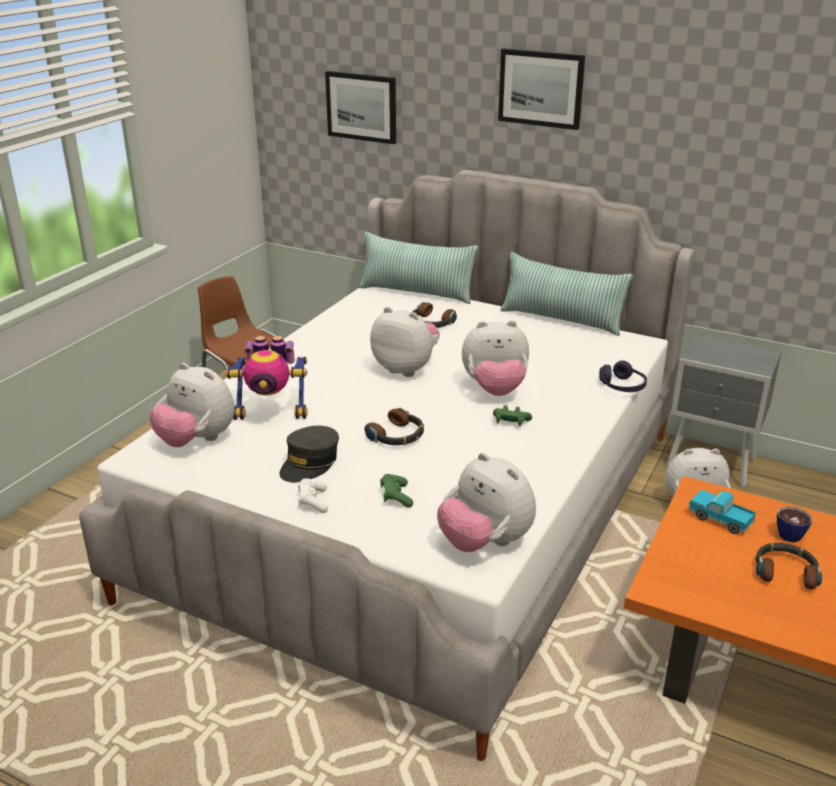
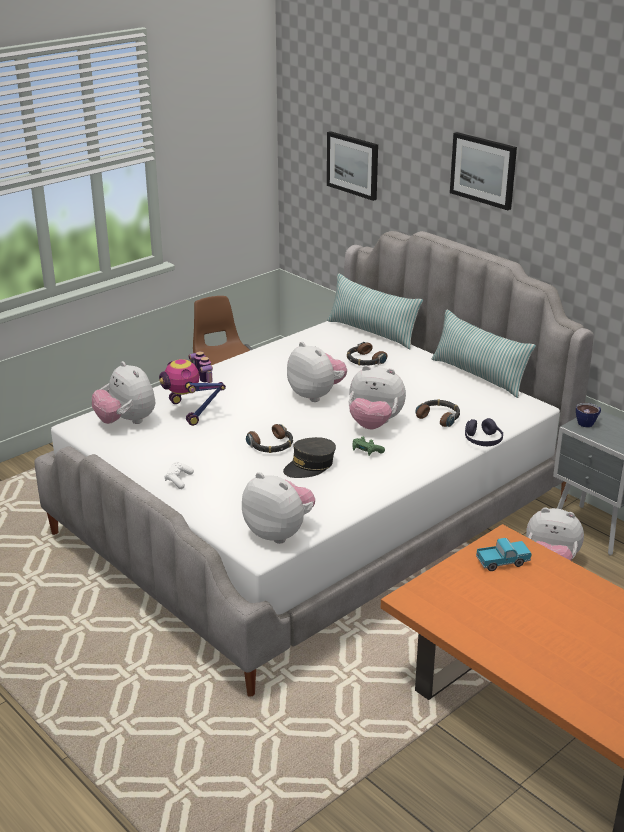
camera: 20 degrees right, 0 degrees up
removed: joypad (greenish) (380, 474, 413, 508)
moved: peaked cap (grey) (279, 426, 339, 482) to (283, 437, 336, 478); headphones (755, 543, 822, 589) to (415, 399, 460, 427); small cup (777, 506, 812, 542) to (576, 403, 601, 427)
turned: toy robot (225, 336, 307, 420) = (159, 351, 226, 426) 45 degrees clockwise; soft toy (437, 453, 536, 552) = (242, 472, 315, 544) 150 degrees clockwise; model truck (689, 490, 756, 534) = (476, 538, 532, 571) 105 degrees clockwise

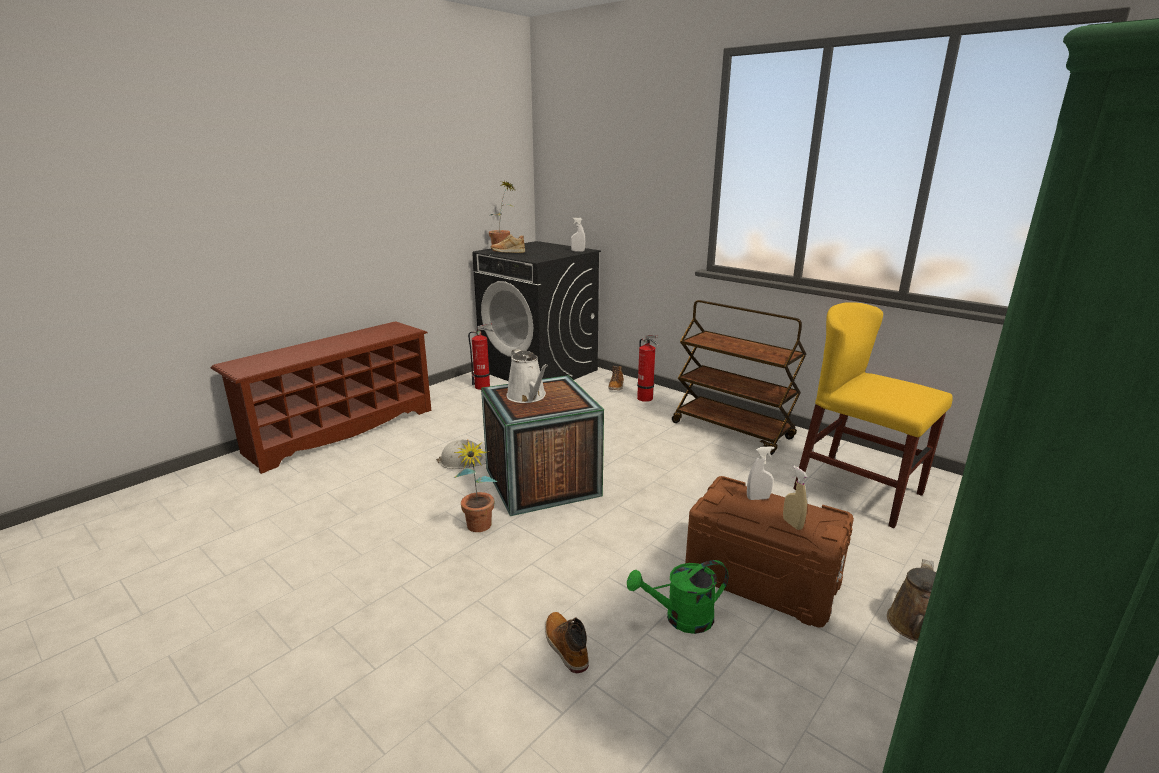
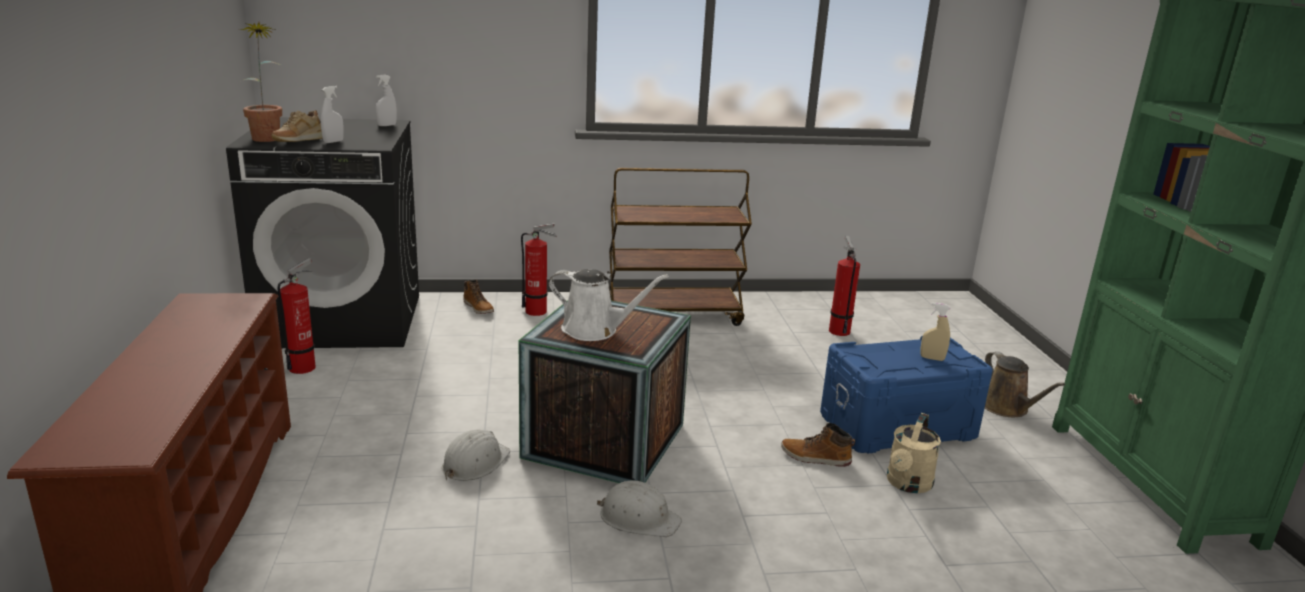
camera: 50 degrees left, 0 degrees up
moved: sprayer (white-coloured) (747, 446, 775, 500) to (321, 86, 344, 143); boot (545, 612, 589, 673) to (781, 423, 855, 467)
replaced: potted plant (453, 439, 497, 532) to safety helmet (white-coloured) (597, 480, 682, 537); plain chair (yellow) (793, 302, 953, 528) to fire extinguisher (829, 236, 860, 336)
recoloured: storage container (brown-coloured) (685, 476, 854, 627) to storage container (bluish) (820, 336, 993, 454); watering pot (greenish) (627, 560, 729, 634) to watering pot (beige) (887, 413, 941, 493)

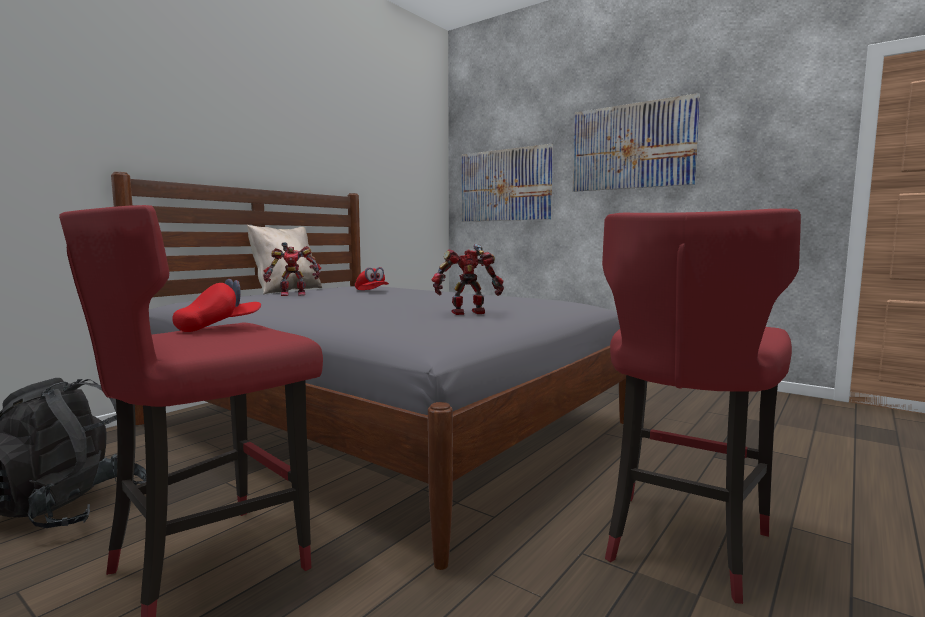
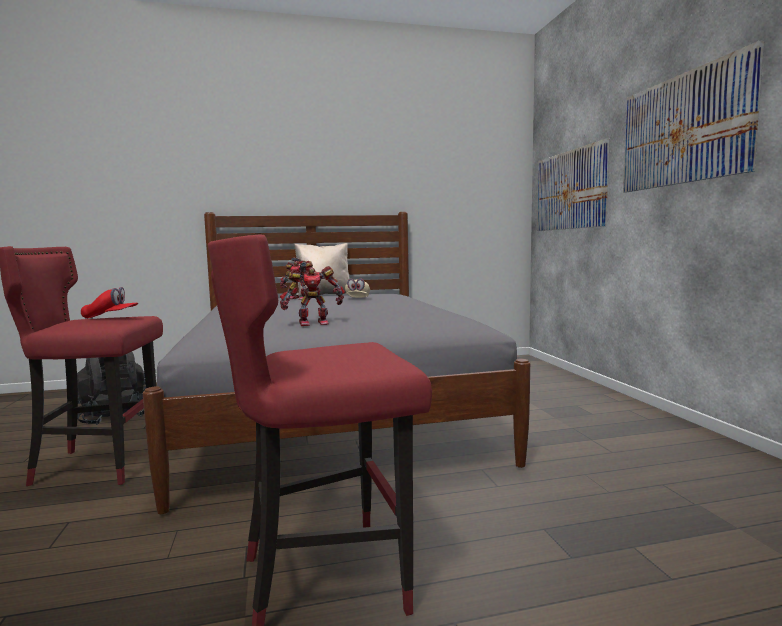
camera: 40 degrees right, 0 degrees up
recoloured: peaked cap (reddish) (355, 267, 389, 290) to peaked cap (beige) (345, 278, 370, 298)
turned: toy robot (432, 244, 504, 315) = (280, 262, 345, 326) 135 degrees clockwise

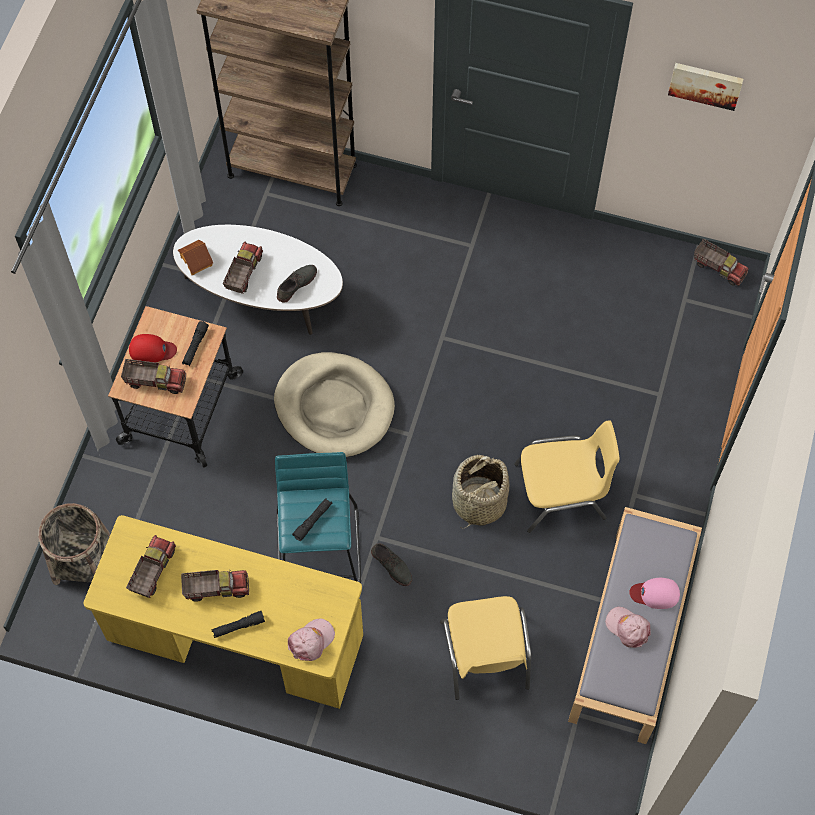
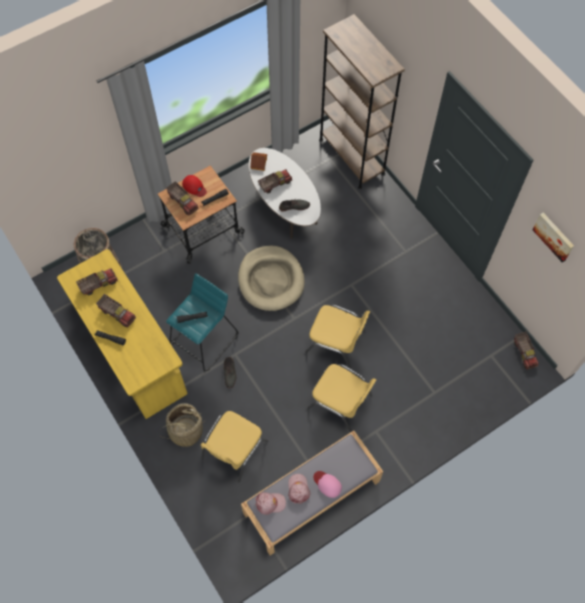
camera: 40 degrees right, 0 degrees up
added: plain chair (yellow) (305, 305, 370, 368)
moved: household basket (452, 455, 509, 529) to (159, 403, 206, 447); peaked cap (pink-coloured) (288, 619, 335, 661) to (255, 492, 286, 515)

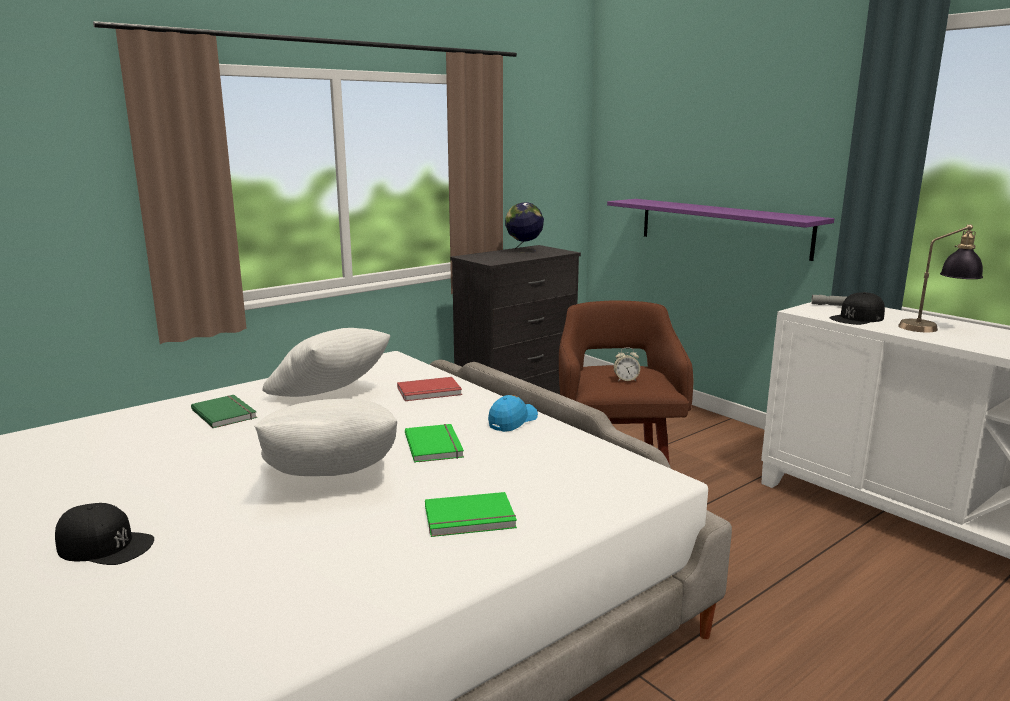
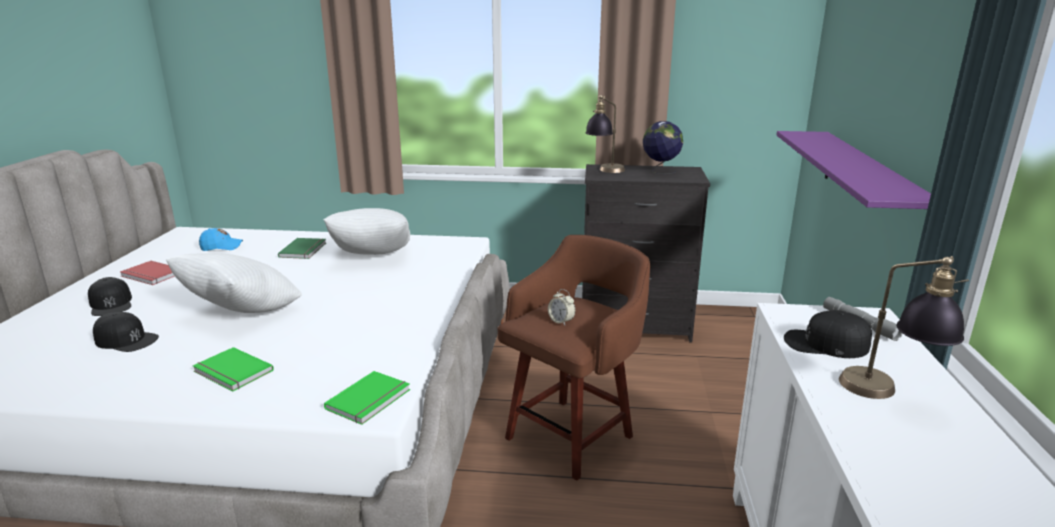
camera: 45 degrees right, 5 degrees up
added: peaked cap (black-coloured) (93, 312, 159, 352); tabletop lamp (585, 95, 625, 173)
moved: volume (reddish) (397, 377, 462, 401) to (120, 261, 175, 285); peaked cap (bluish) (488, 395, 538, 432) to (199, 228, 243, 251); volume (greenish) (405, 424, 464, 463) to (324, 371, 410, 425)

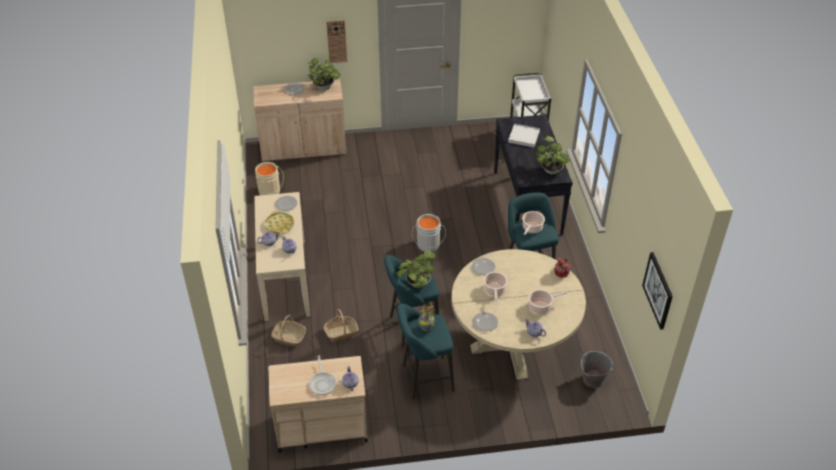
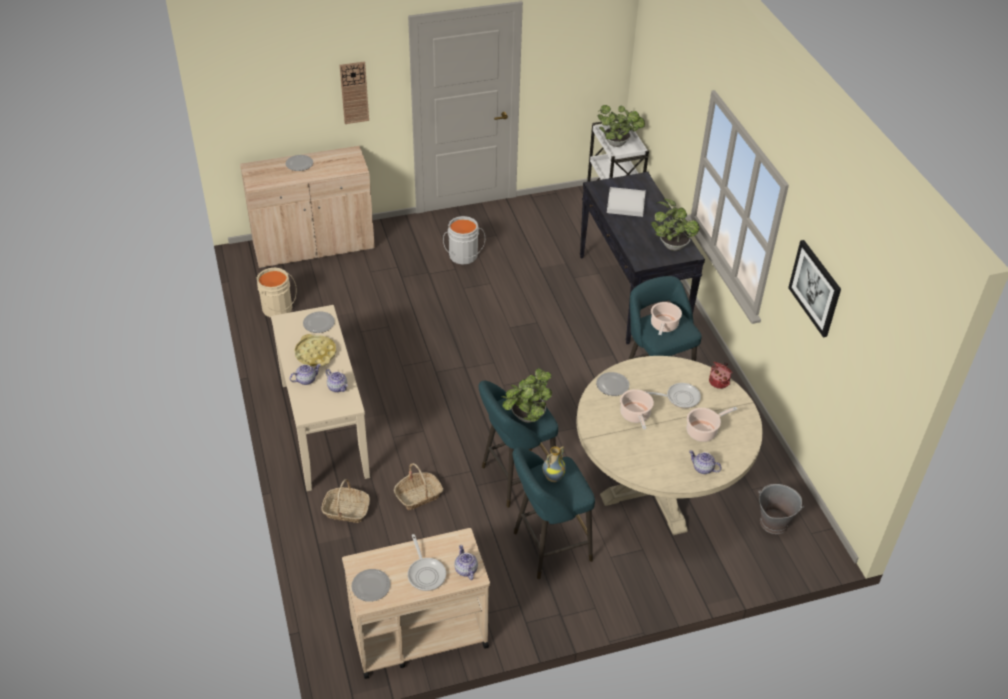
camera: 10 degrees left, 0 degrees up
added: frying pan (647, 383, 701, 408)
moved: dinner plate (473, 312, 498, 331) to (352, 569, 390, 602); water bucket (grey) (412, 214, 446, 252) to (443, 216, 485, 264); potted plant (308, 58, 341, 90) to (597, 105, 645, 147); wall picture (642, 252, 673, 330) to (788, 240, 841, 337)

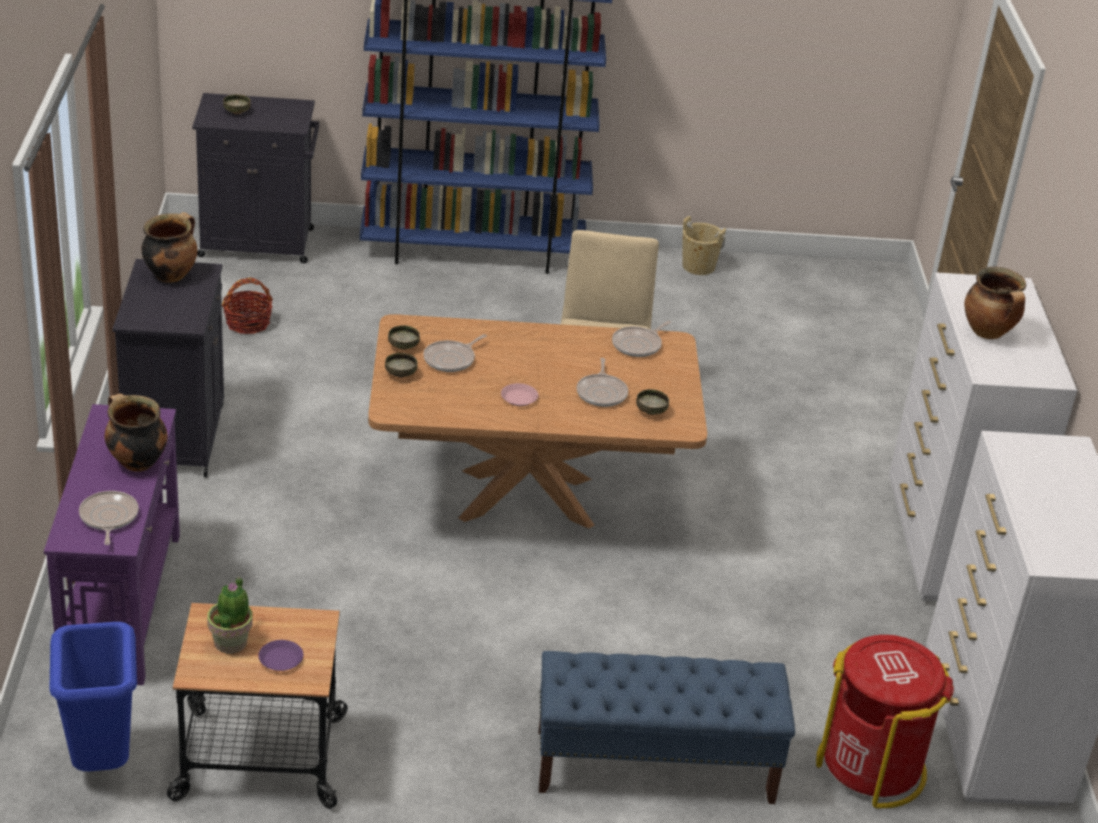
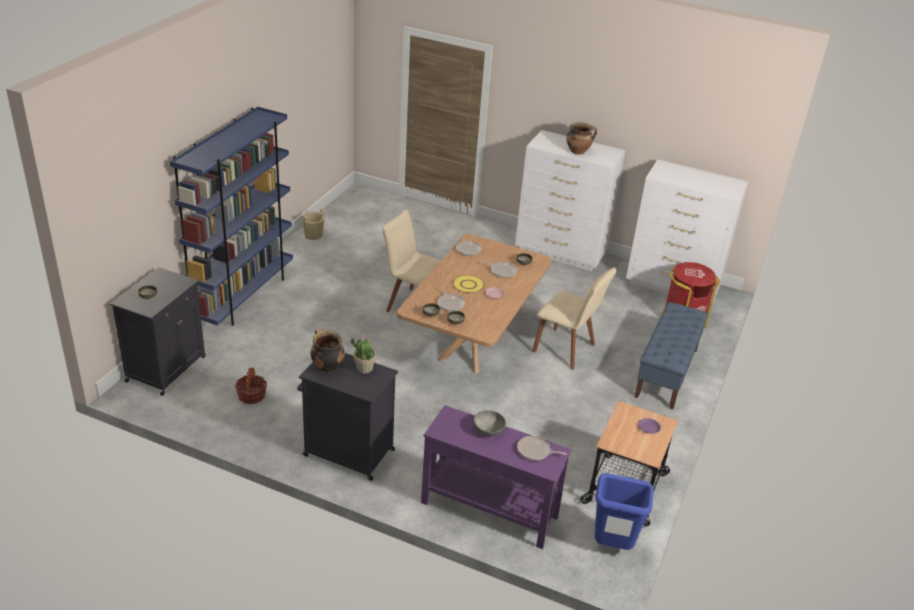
camera: 65 degrees left, 0 degrees up
added: dinner plate (yellow) (453, 275, 485, 293); plain chair (beige) (532, 267, 616, 370)
moved: potted plant (207, 577, 253, 653) to (351, 336, 376, 373)
replaced: stockpot (105, 393, 168, 472) to bowl (grey) (474, 410, 506, 436)

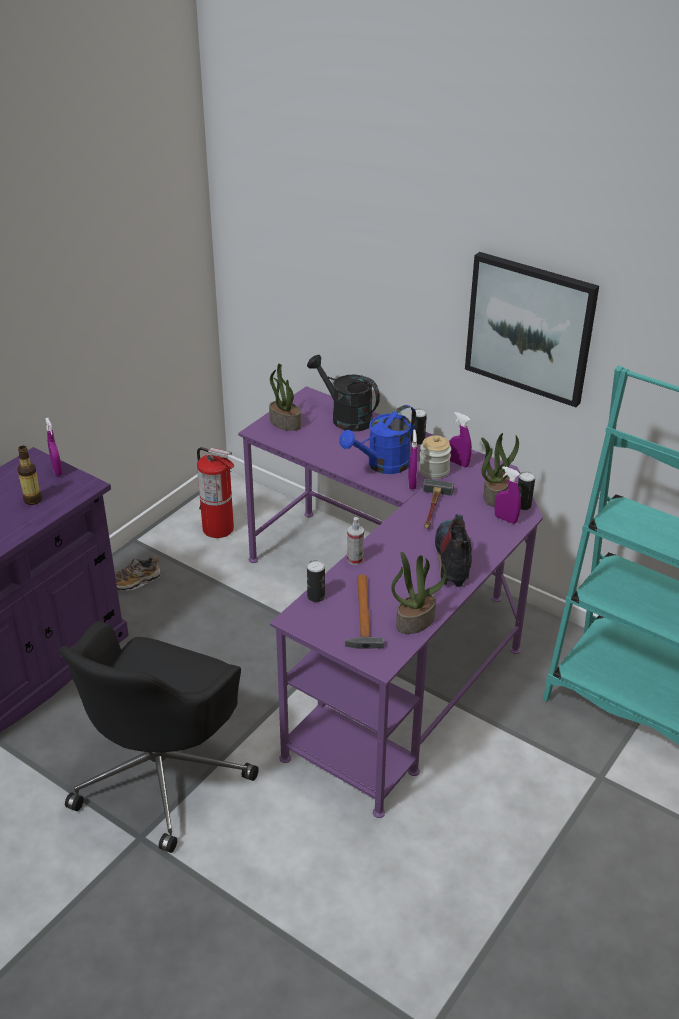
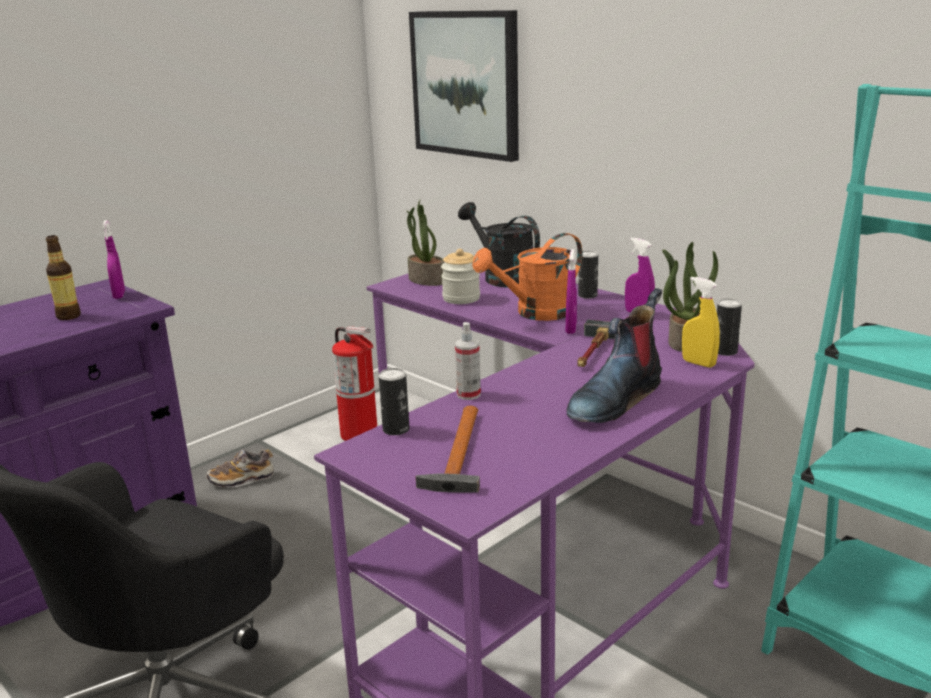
camera: 10 degrees right, 15 degrees down
removed: potted plant (391, 551, 446, 634)
moved: wall picture (465, 252, 599, 407) to (409, 10, 519, 162); preserve jar (419, 435, 451, 479) to (441, 249, 480, 304)
recoloured: watering pot (bluish) (339, 405, 416, 474) to watering pot (orange-coloured) (472, 233, 582, 321); sprayer (purple) (495, 466, 521, 524) to sprayer (yellow) (682, 277, 720, 368)
turned: boot (435, 514, 472, 587) = (567, 288, 662, 423) 150 degrees counterclockwise

